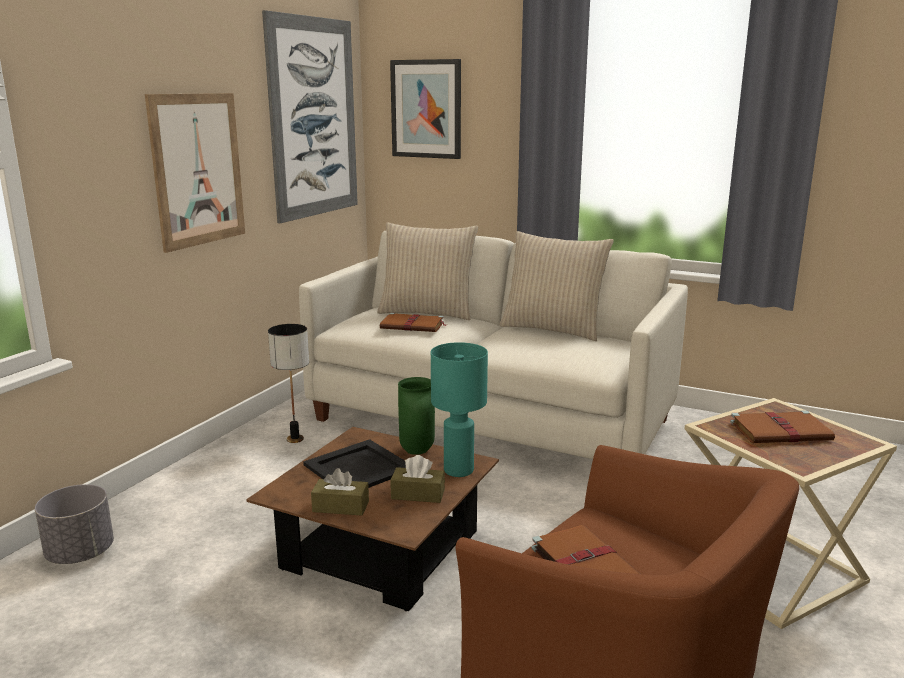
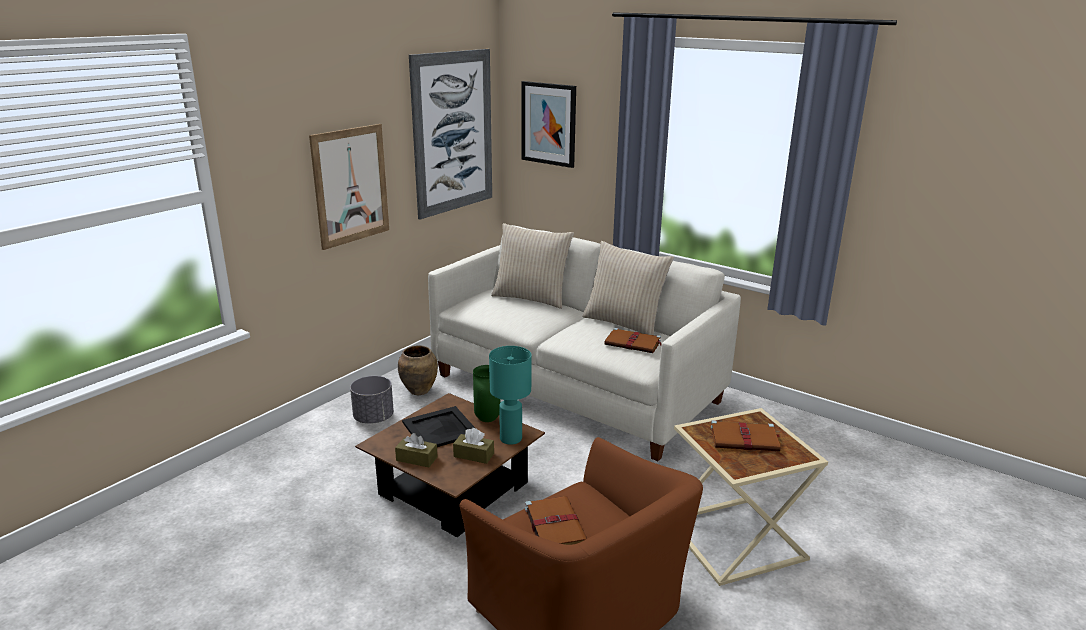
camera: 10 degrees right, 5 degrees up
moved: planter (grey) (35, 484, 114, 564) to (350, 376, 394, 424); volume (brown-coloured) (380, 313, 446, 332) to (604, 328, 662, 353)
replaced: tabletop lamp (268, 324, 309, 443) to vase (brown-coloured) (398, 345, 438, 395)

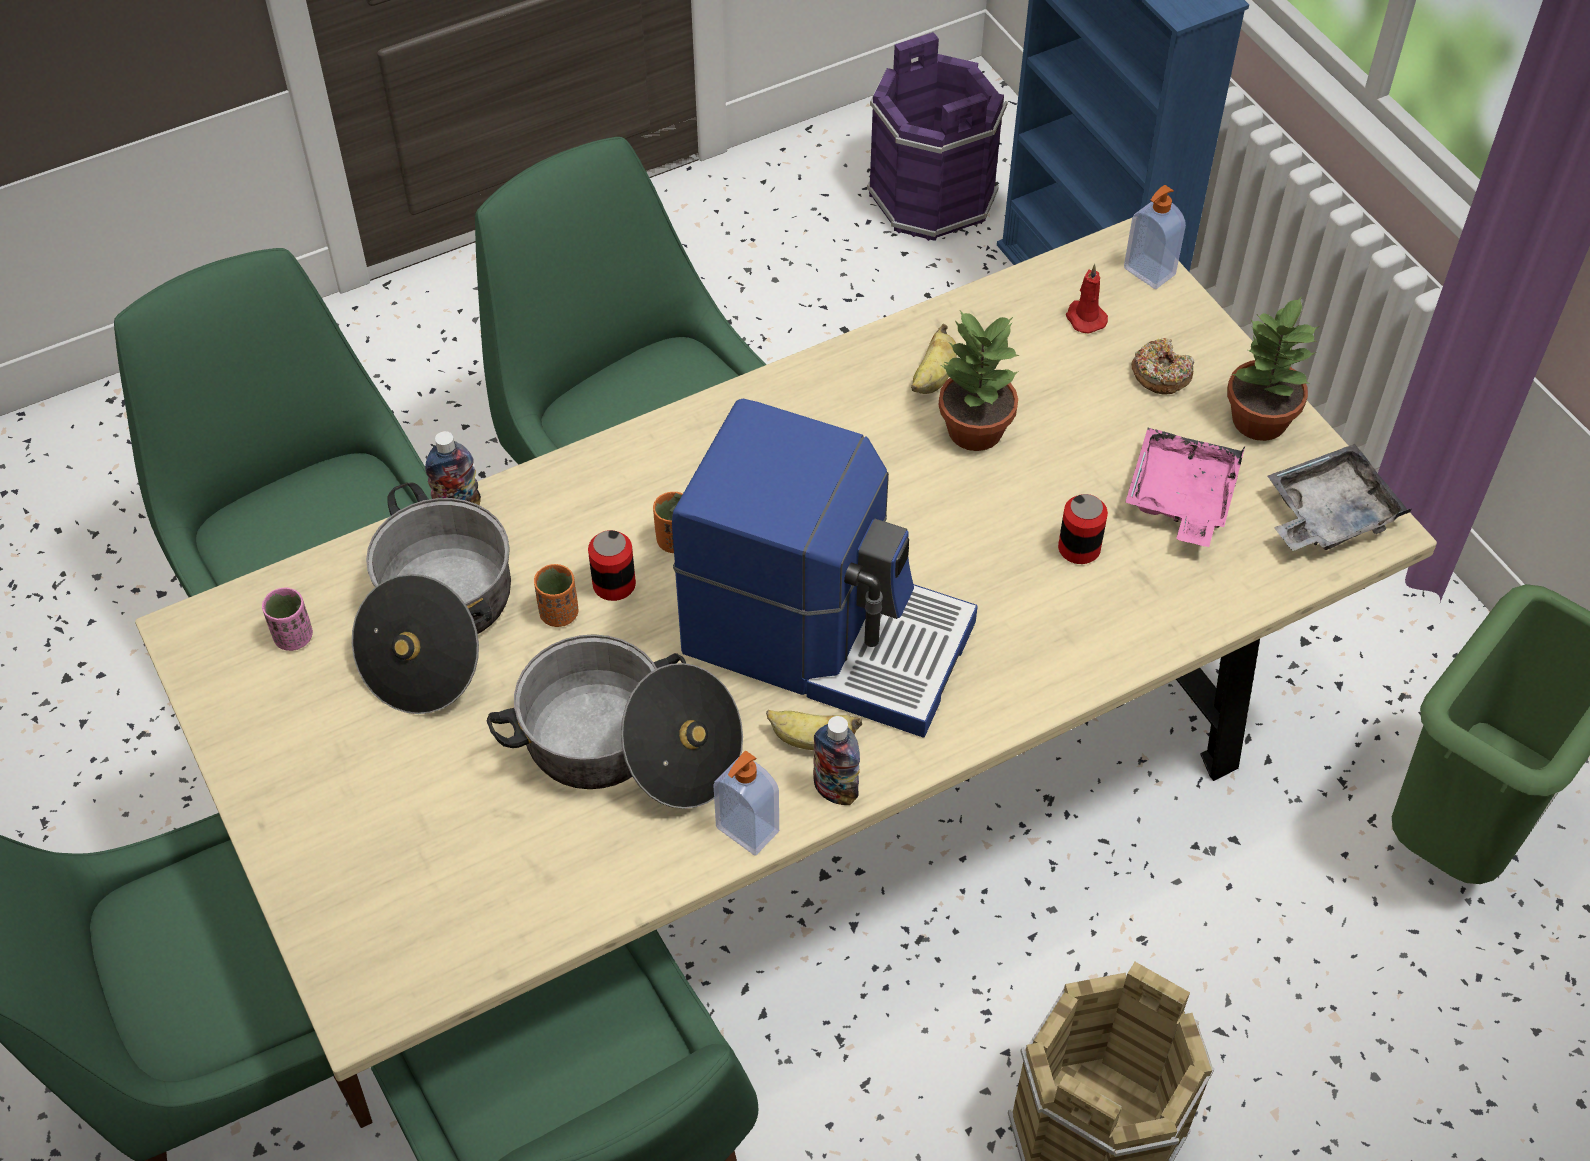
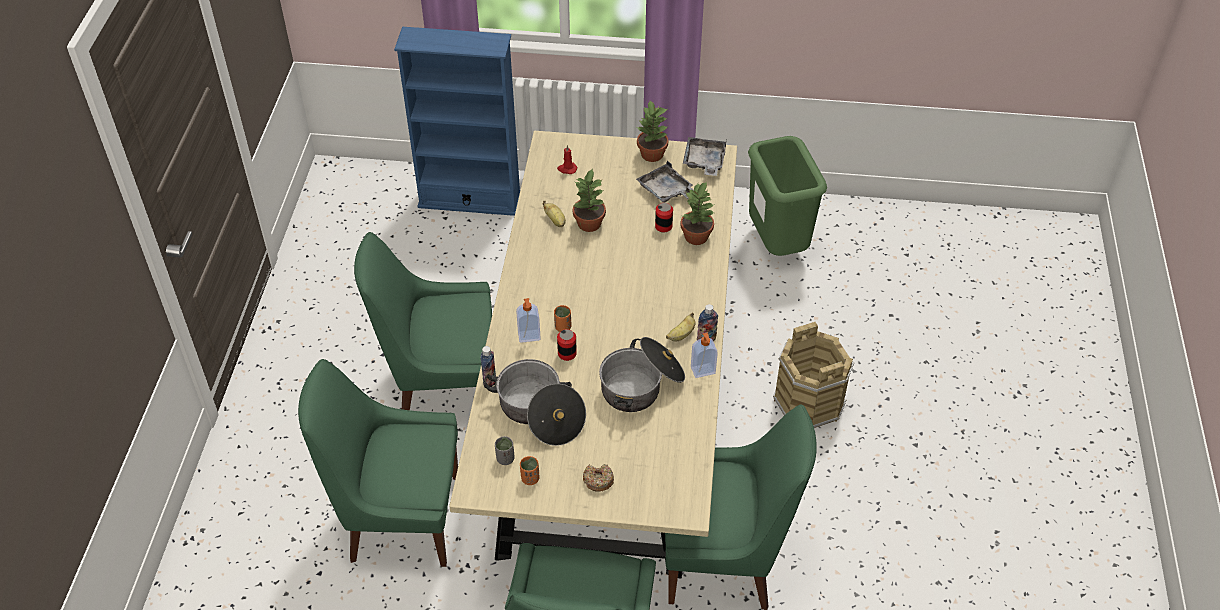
camera: 55 degrees left, 5 degrees down
removed: coffee machine (672, 399, 978, 738); water bucket (purple) (867, 32, 1007, 241)
added: potted plant (680, 181, 715, 245)
moved: soap dispenser (1124, 185, 1186, 289) to (516, 298, 541, 343); small cup (orange-coloured) (534, 564, 578, 627) to (520, 456, 540, 485); doughnut (1131, 338, 1195, 395) to (583, 464, 614, 491)
recoloured: small cup (pink-coloured) (262, 588, 313, 651) to small cup (grey) (495, 436, 515, 465); carrying tray (pink-coloured) (1125, 428, 1245, 547) to carrying tray (grey) (636, 161, 693, 203)

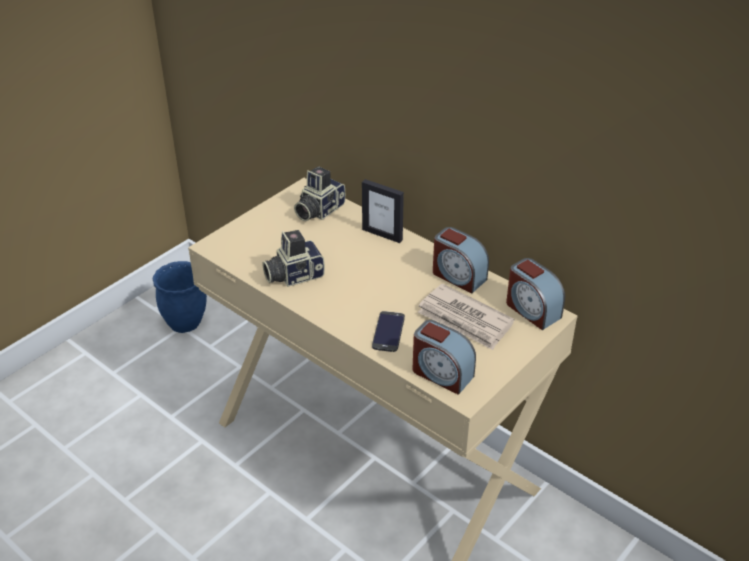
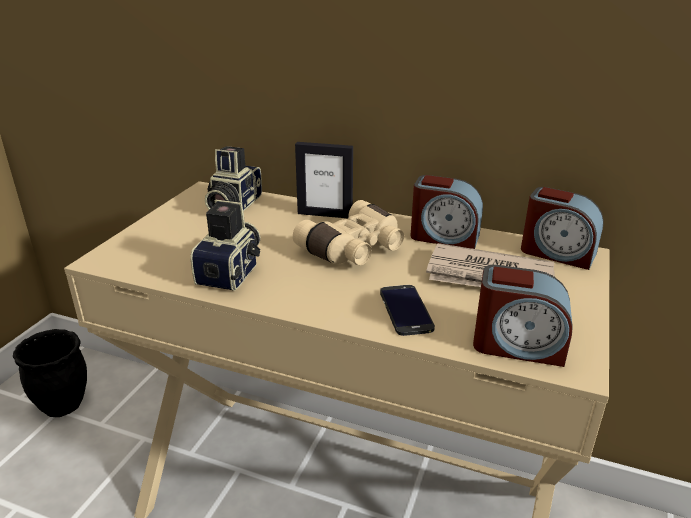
camera: 20 degrees left, 10 degrees down
added: field glasses (beige) (293, 200, 404, 265)
recoloured: planter (bluish) (153, 261, 207, 333) to planter (black-coloured) (13, 329, 87, 417)
turned: photo camera (262, 230, 325, 287) = (190, 199, 261, 291) 150 degrees clockwise

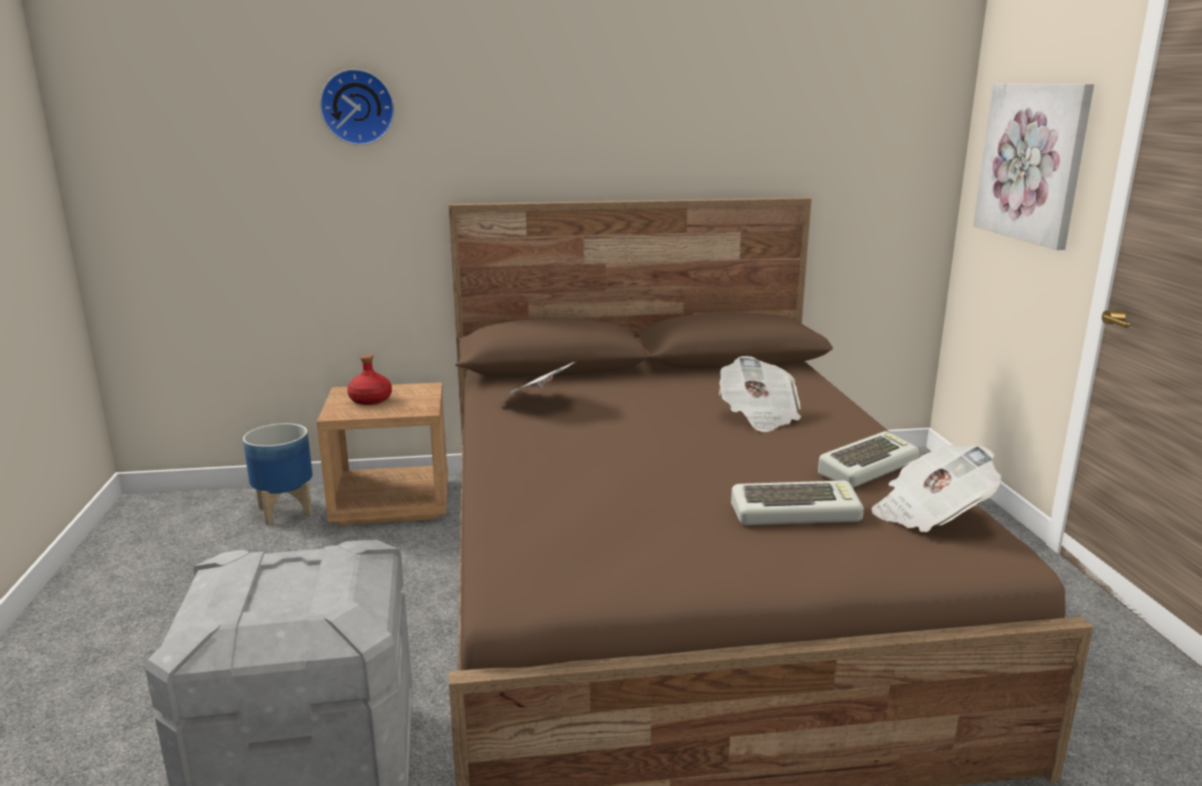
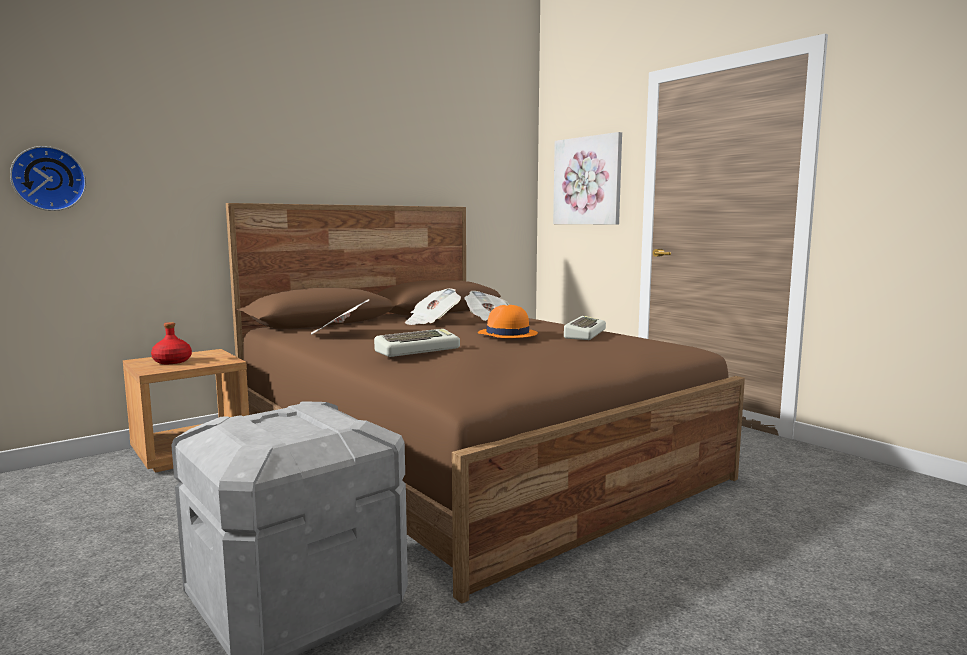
camera: 30 degrees left, 10 degrees down
removed: planter (243, 423, 313, 525)
added: hat (orange-coloured) (478, 305, 538, 338)
moved: wall clock (319, 69, 395, 145) to (10, 146, 86, 211); computer keyboard (731, 481, 864, 525) to (374, 329, 460, 357); printed paper (871, 444, 1001, 532) to (405, 288, 461, 325)

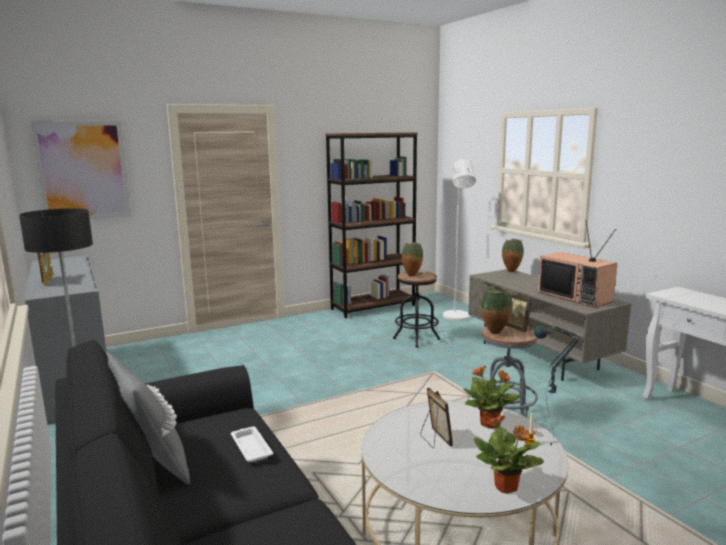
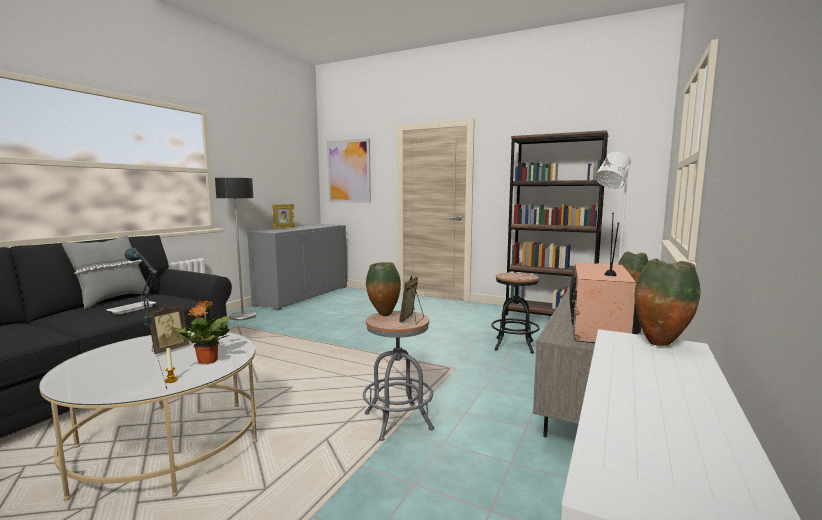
camera: 55 degrees right, 5 degrees down
removed: potted plant (474, 416, 544, 494)
moved: vase (401, 242, 423, 276) to (635, 258, 701, 346)

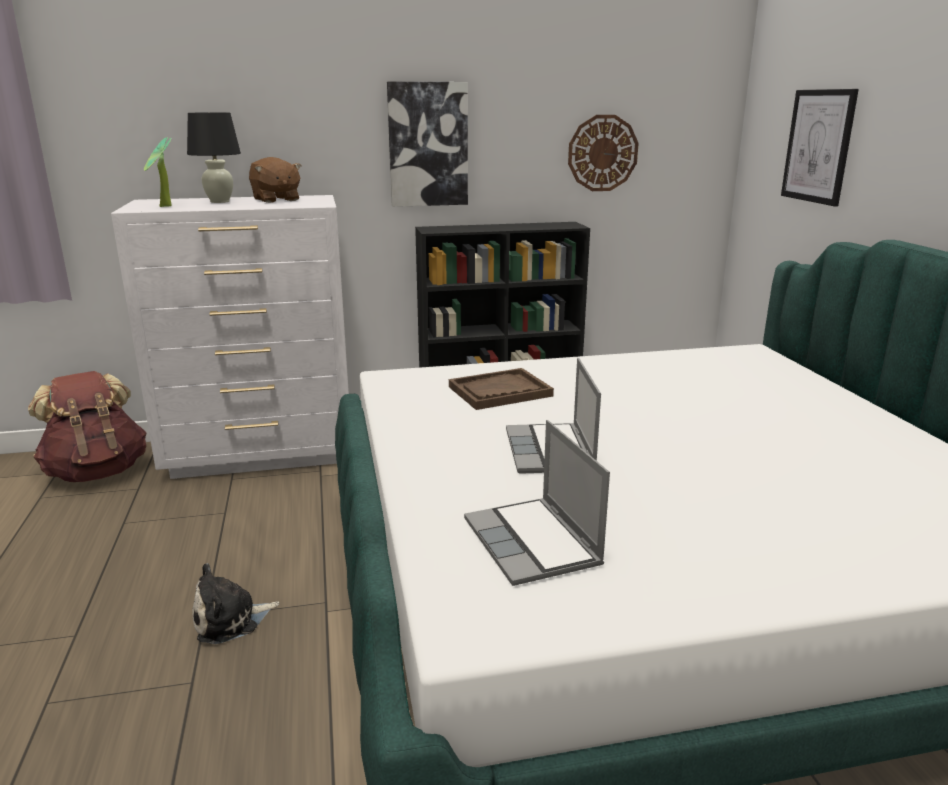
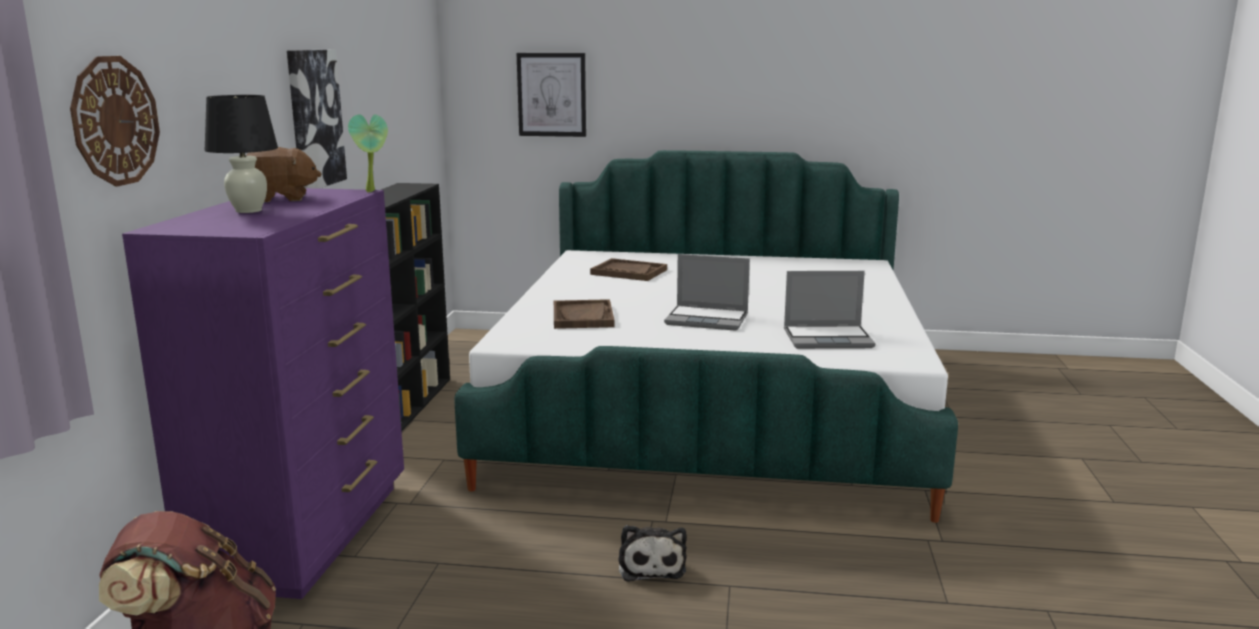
camera: 70 degrees left, 5 degrees down
added: carrying tray (brown-coloured) (590, 258, 667, 281)
moved: wall clock (568, 115, 639, 191) to (70, 56, 160, 187); potted plant (144, 137, 172, 207) to (348, 114, 388, 192)
recoloured: chest of drawers (white-coloured) (111, 195, 349, 479) to chest of drawers (purple) (122, 188, 404, 599)

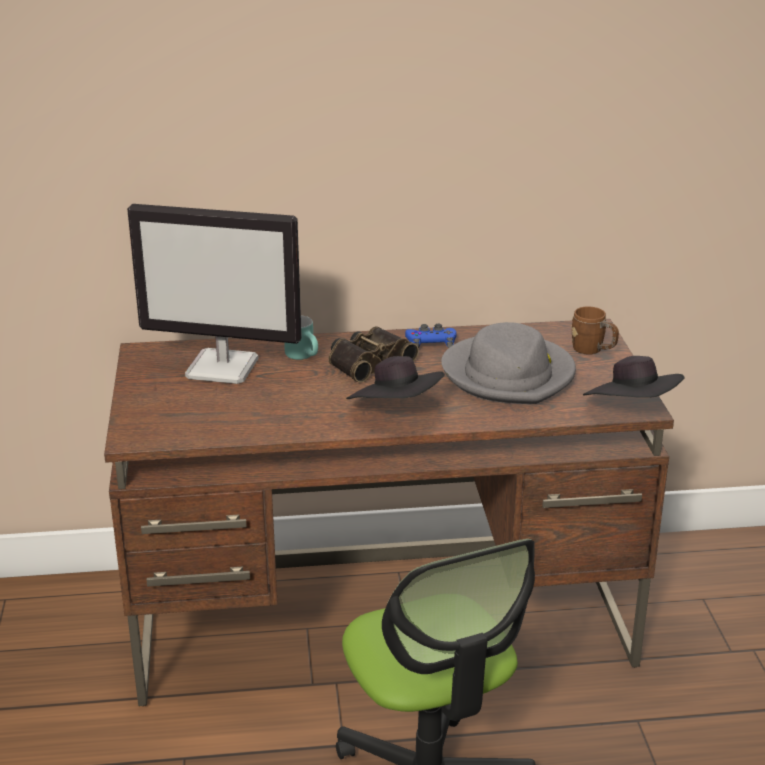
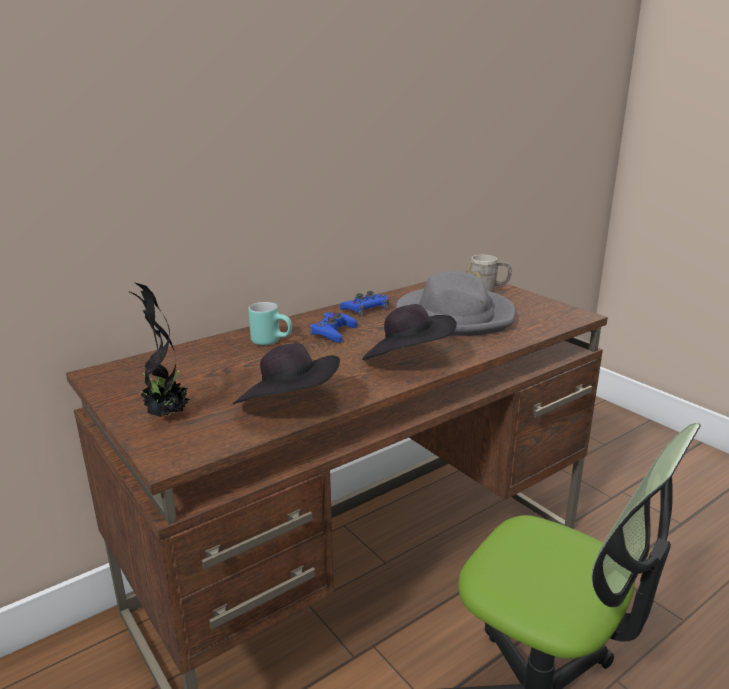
camera: 30 degrees left, 5 degrees down
removed: computer display (127, 204, 302, 384)
added: potted plant (129, 282, 190, 417)
moved: hat (black-coloured) (583, 356, 685, 398) to (233, 343, 340, 405)
replaced: field glasses (328, 326, 419, 383) to joypad (bluish) (310, 312, 357, 343)
recoloured: mug (brown-coloured) (571, 306, 619, 355) to mug (grey) (468, 255, 512, 292)

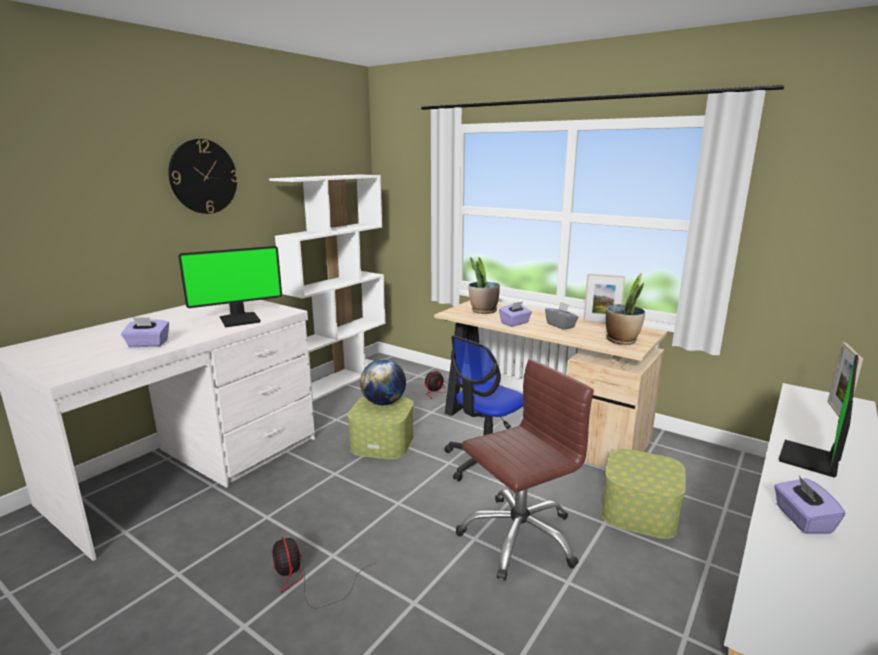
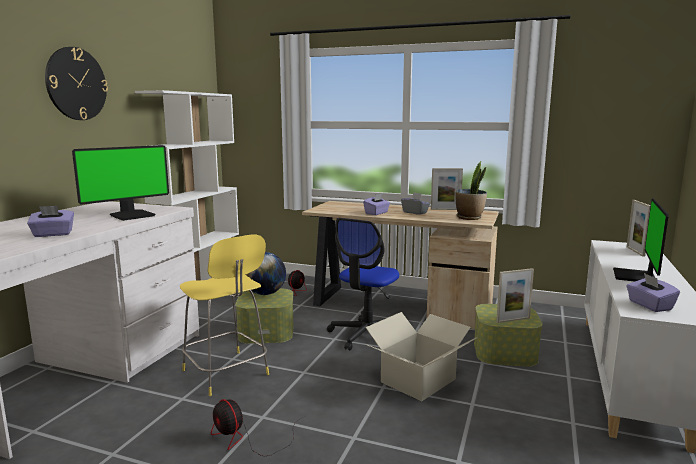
camera: 15 degrees left, 5 degrees down
removed: potted plant (468, 257, 500, 314)
added: stool (yellow) (180, 235, 269, 396); standing frame (496, 268, 534, 323)
replaced: desk chair (brown-coloured) (456, 359, 594, 581) to carton (365, 312, 477, 401)

